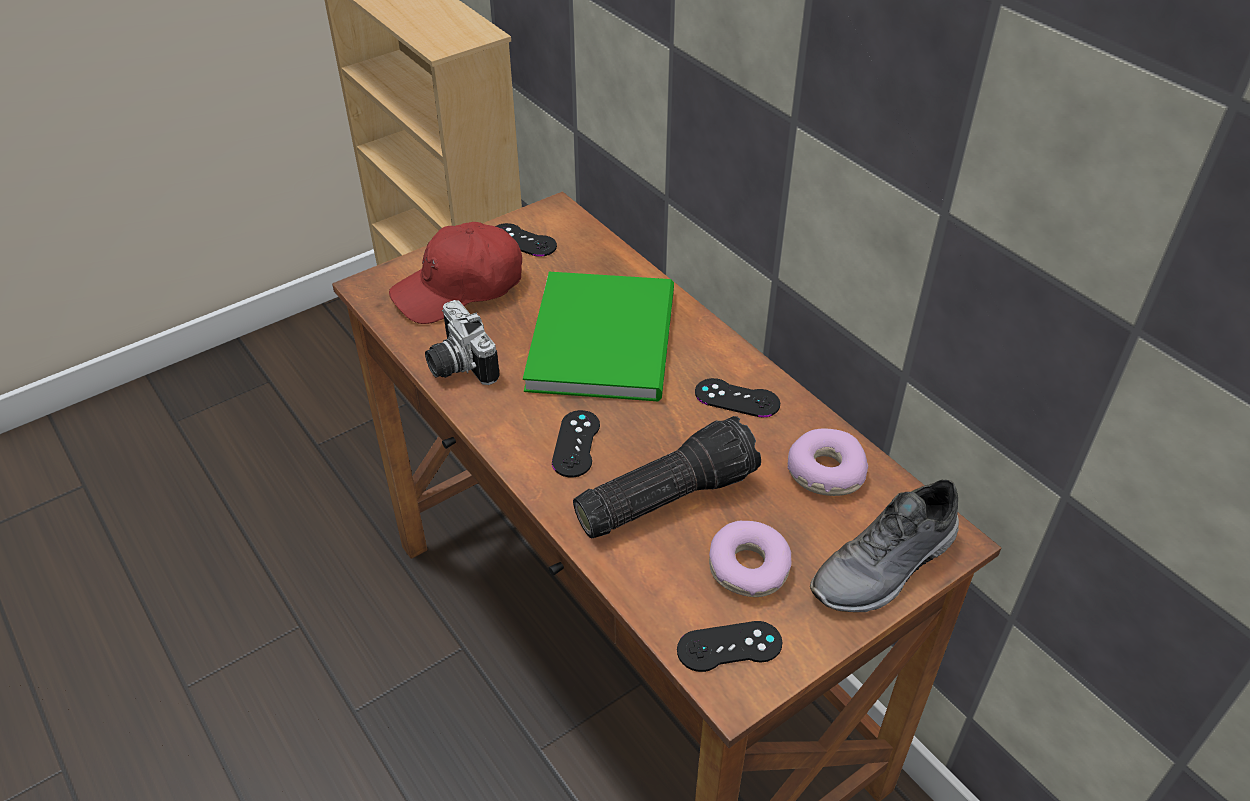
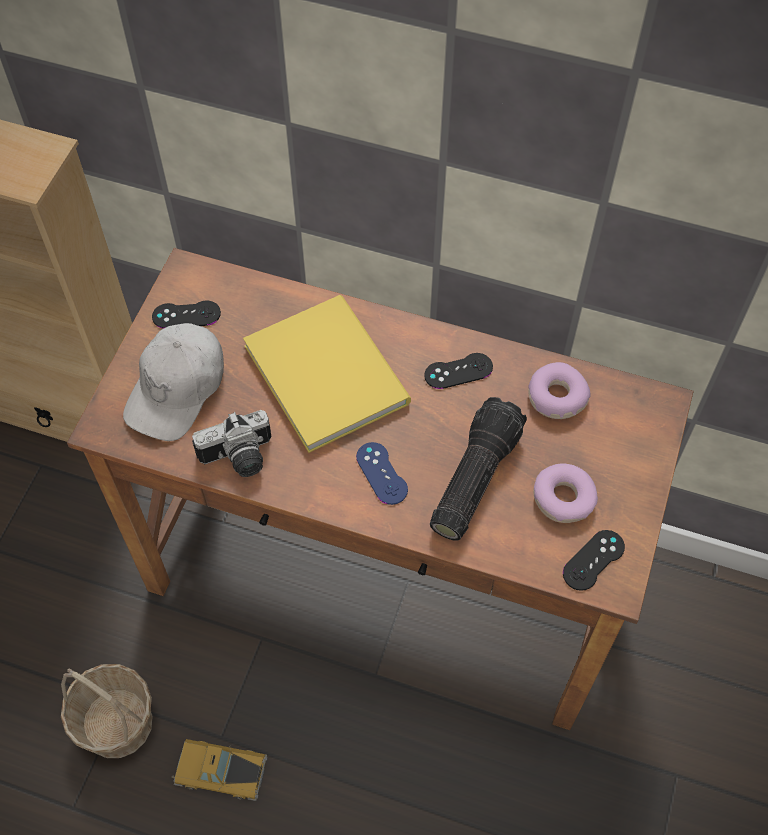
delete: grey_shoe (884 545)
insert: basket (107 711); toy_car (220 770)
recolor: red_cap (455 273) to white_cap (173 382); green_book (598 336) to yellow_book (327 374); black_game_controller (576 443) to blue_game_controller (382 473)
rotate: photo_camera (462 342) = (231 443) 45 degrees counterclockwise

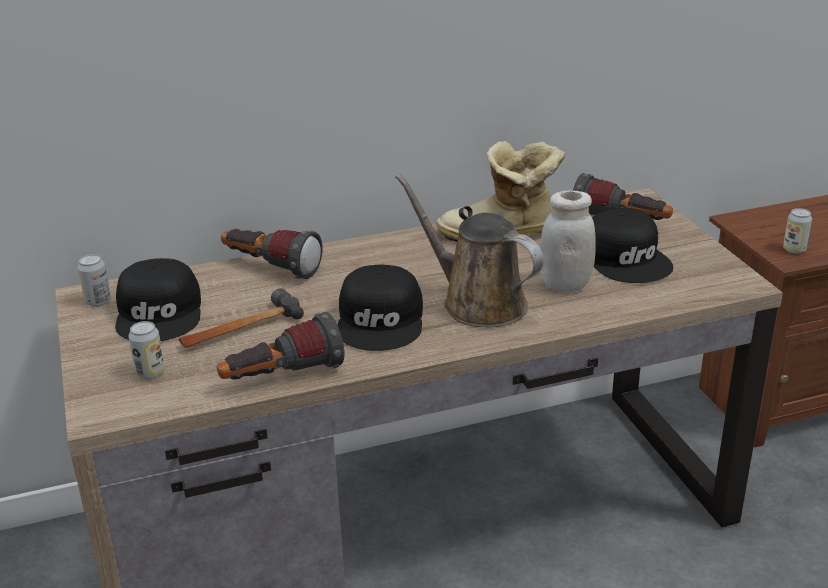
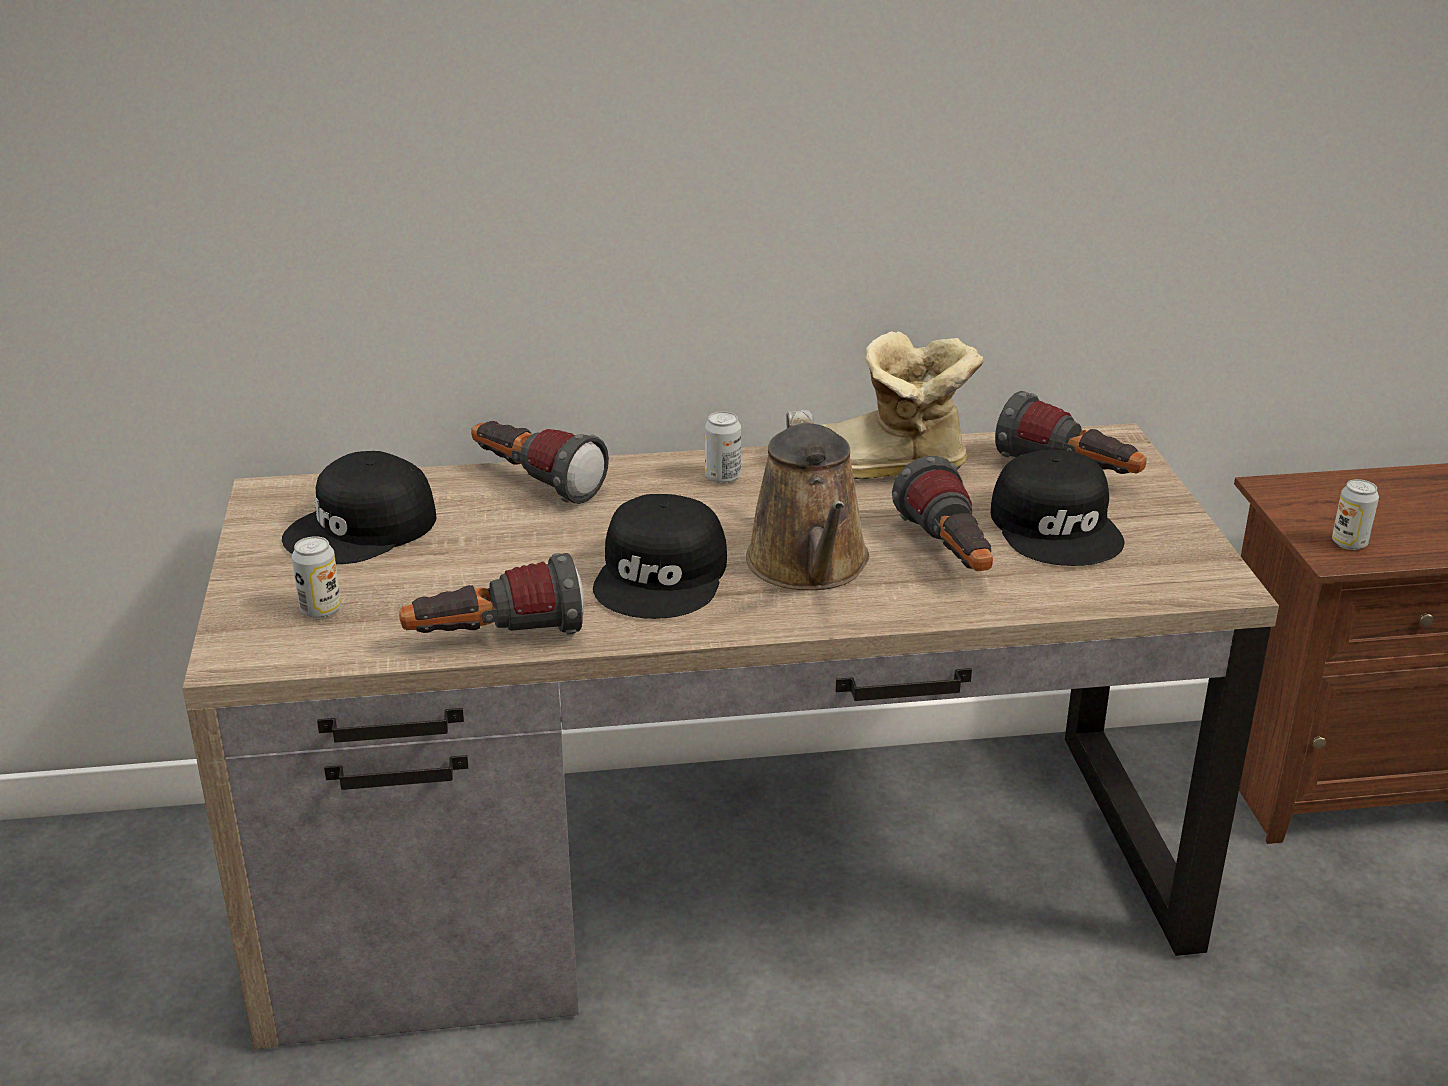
delete: hammer (241 318)
move: can (94 280) to (723 447)
replace: white_jar (568 242) to flashlight (942 513)
rotate: black_cap (158 299) = (359 507) 45 degrees clockwise; brown_watering_can (469 250) = (807 500) 150 degrees counterclockwise

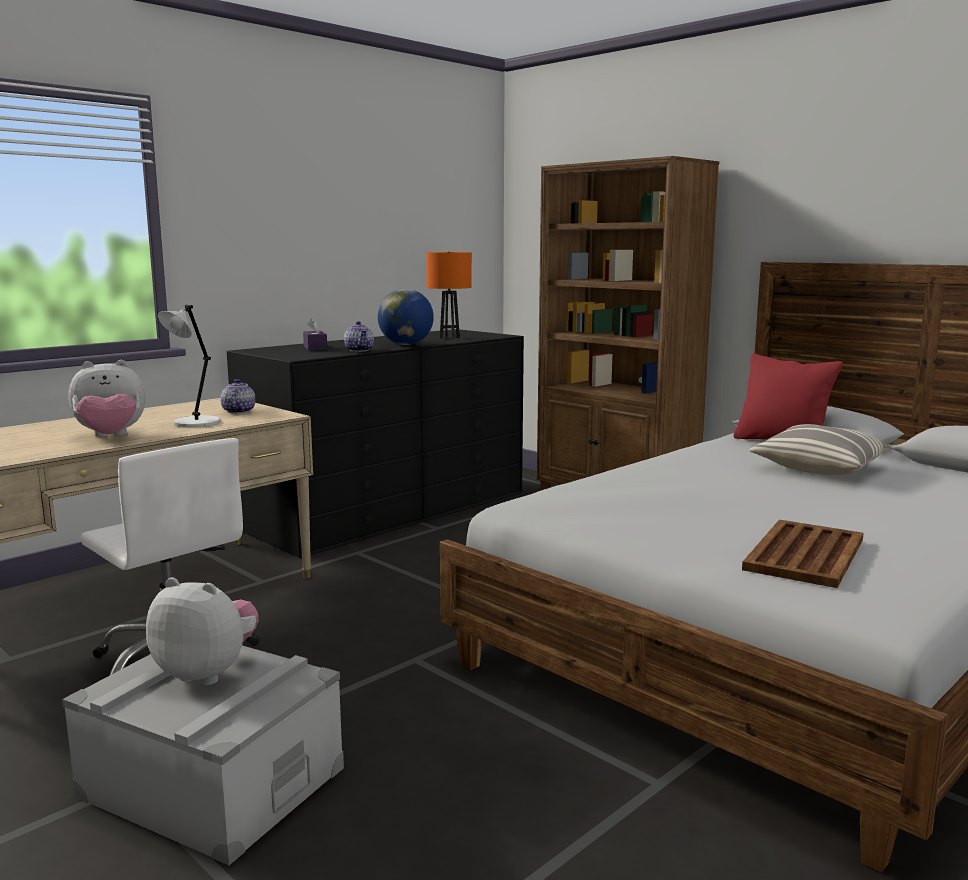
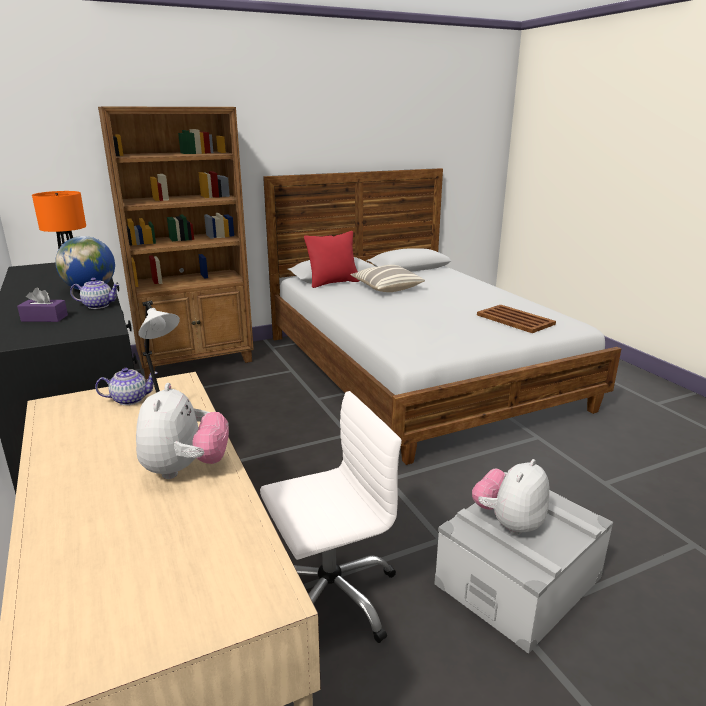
rotate: teapot (237 396) = (126 386) 150 degrees clockwise

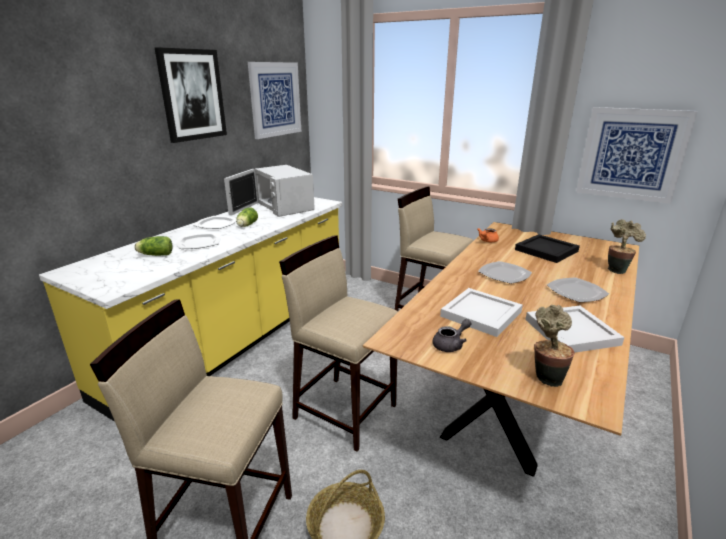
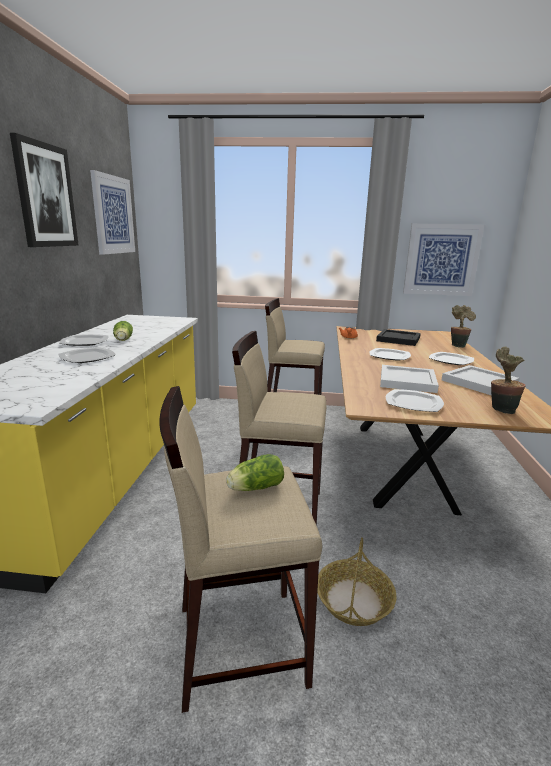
delete: white_microwave (269 191)
move: lettuce (154 246) to (255 472)
replace: grey_teapot (451 335) to plate (415 400)

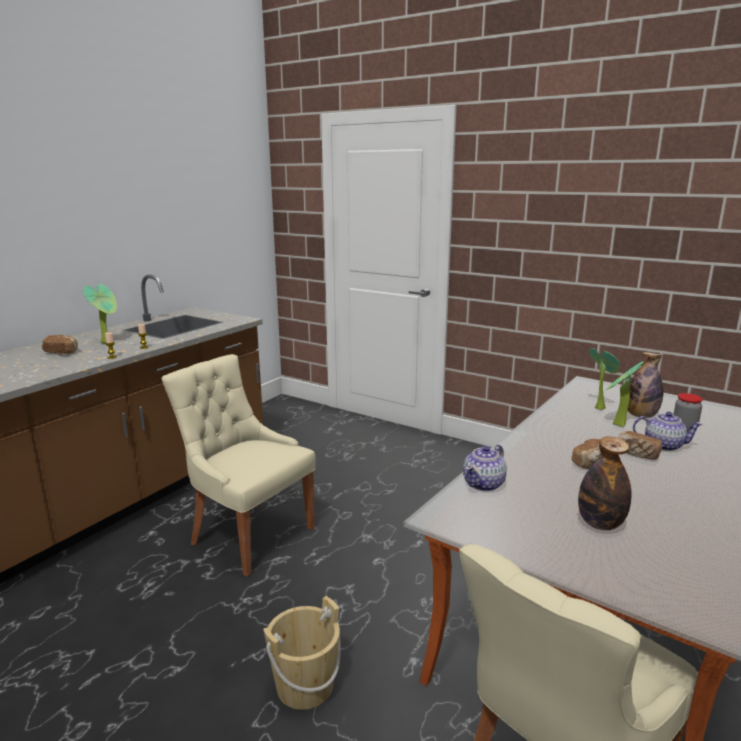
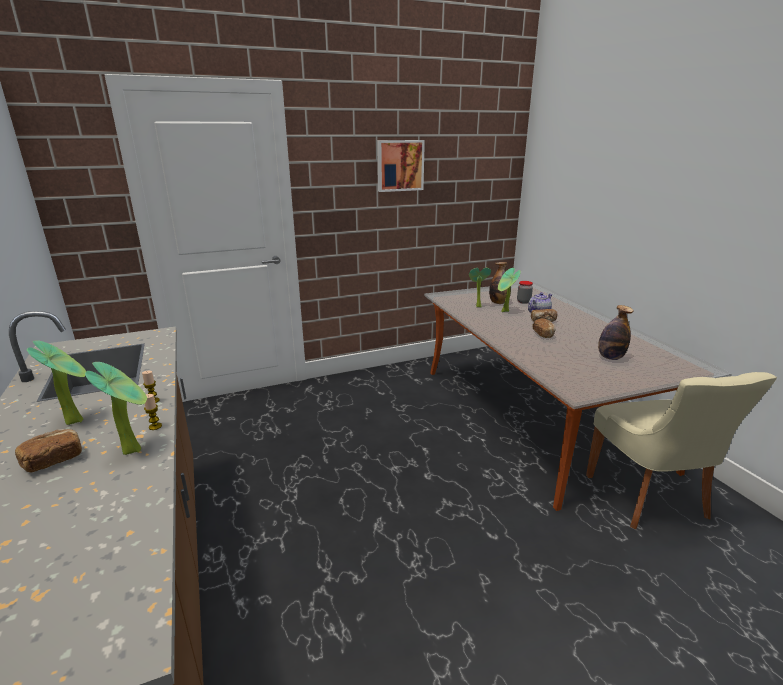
delete: beige_chair (238 465); beige_bucket (302 653); teapot (485 468)
insert: potted_plant (116 408); picture (401 166)

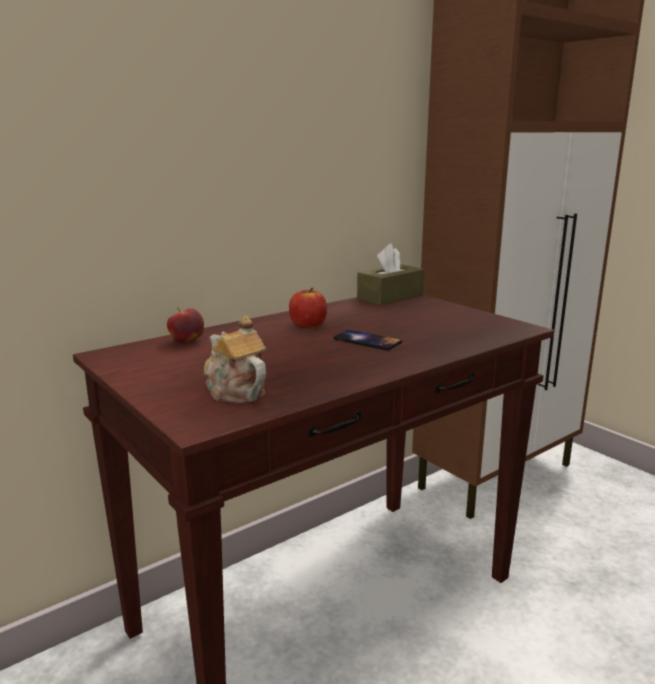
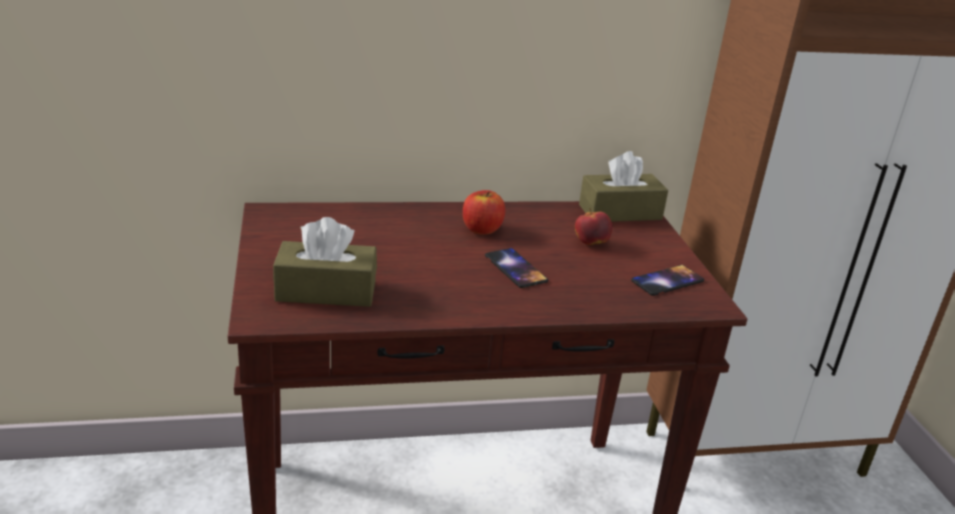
insert: phone (667 280)
move: apple (185 325) to (593 226)
replace: teapot (235 359) to brown_tissue_box (325 262)

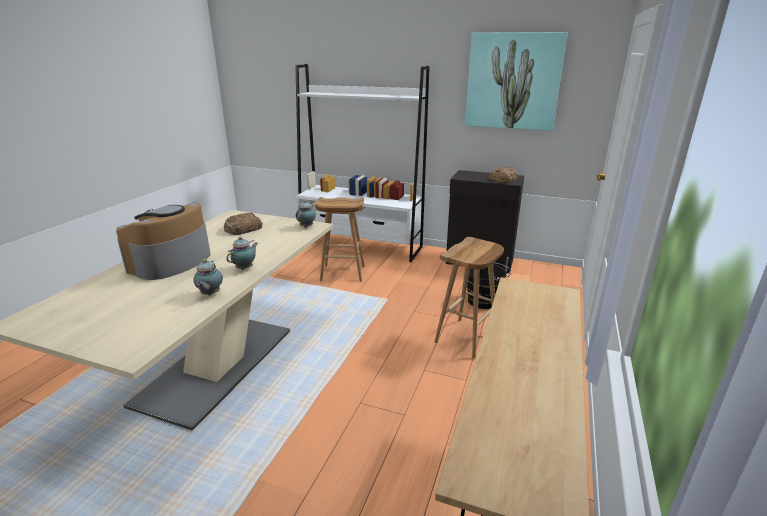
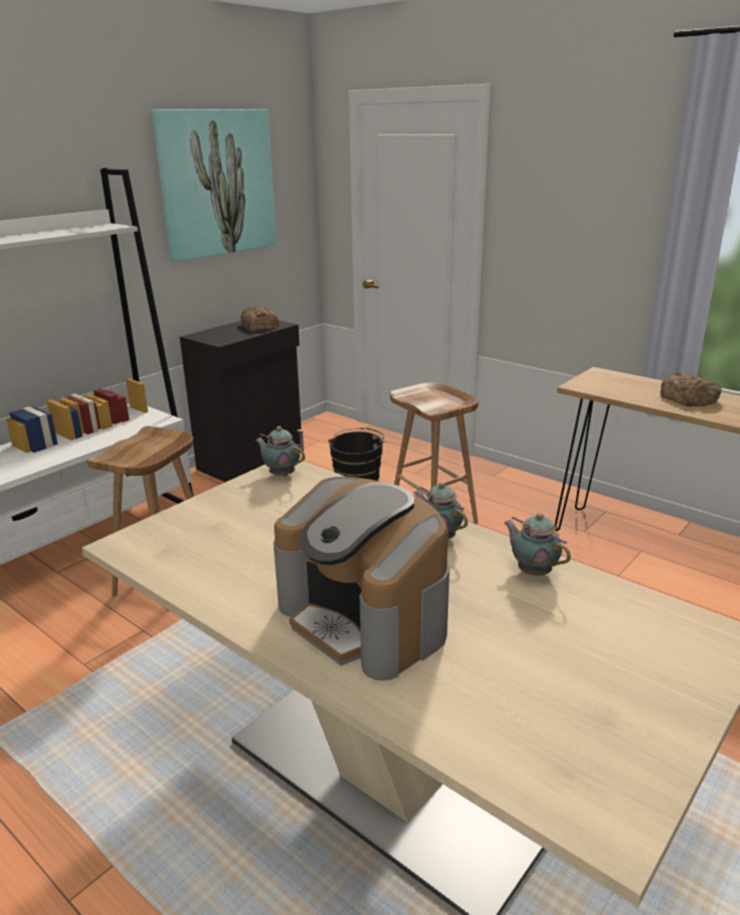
move: bread (243 224) to (691 389)
rotate: teapot (208 277) = (537 544) 150 degrees counterclockwise

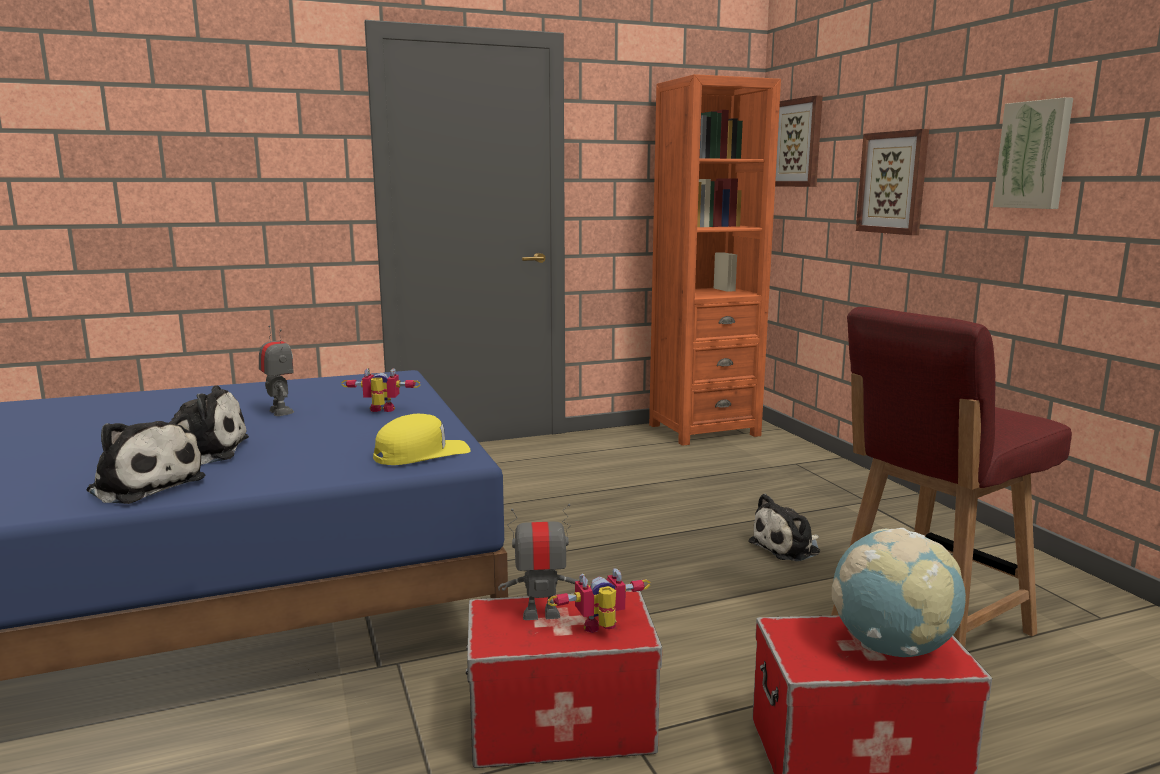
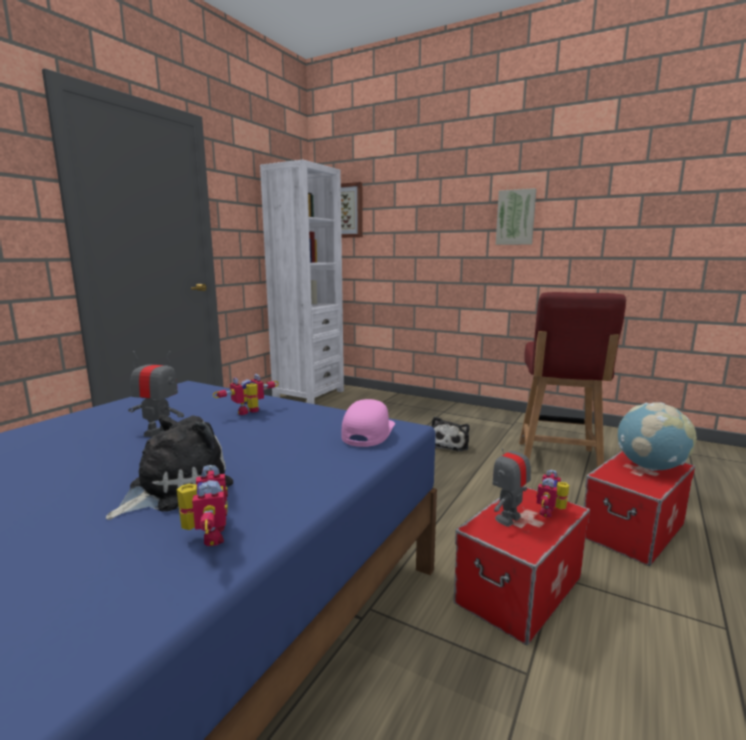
delete: picture (892 182)
replace: plush_toy (146 459) to toy_robot (202 505)
recolor: yellow_cap (422 439) to pink_cap (368 423); orange_bookcase (715 260) to white_bookcase (302 282)

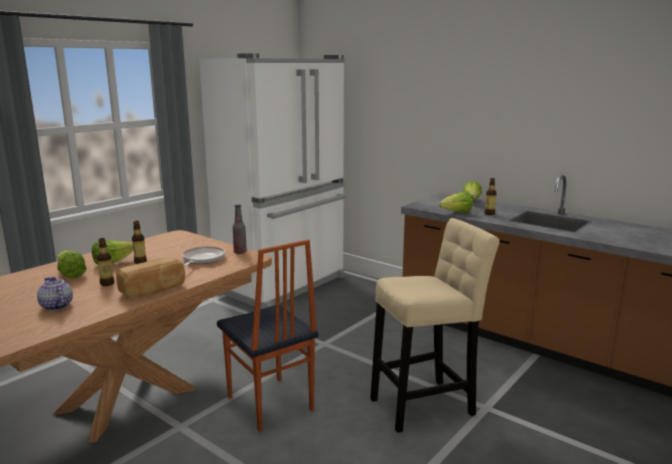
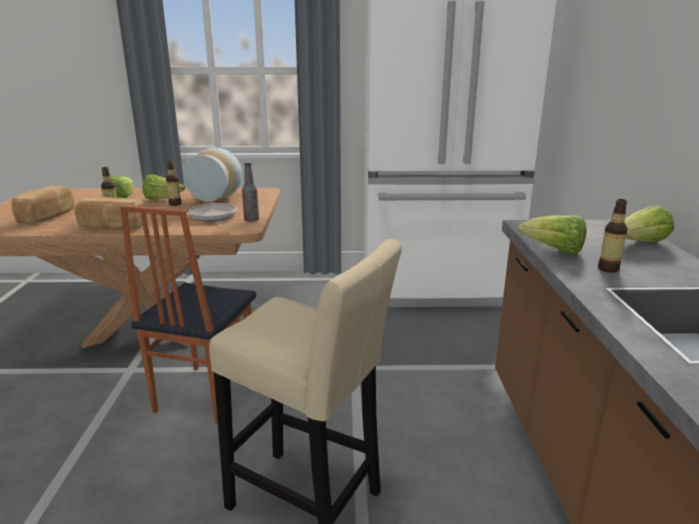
insert: vase (212 174)
replace: teapot (55 294) to bread (43 205)

